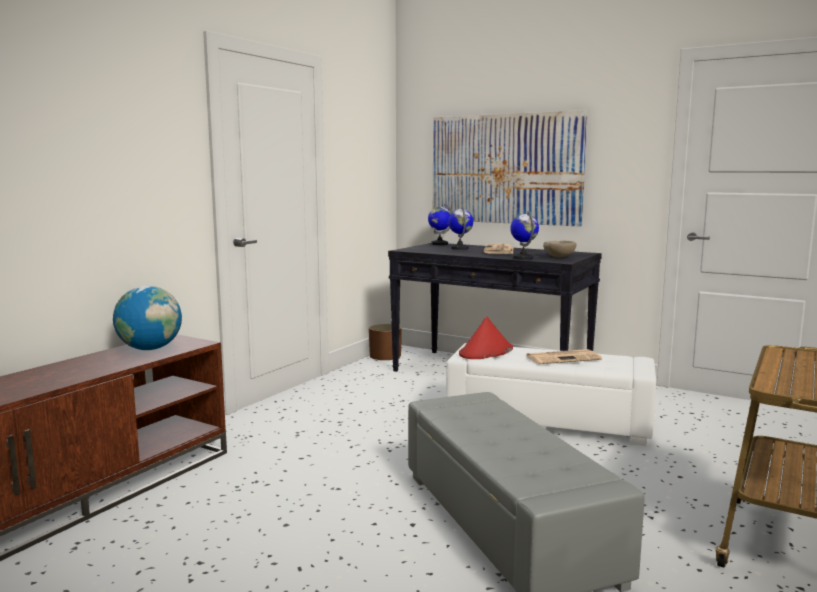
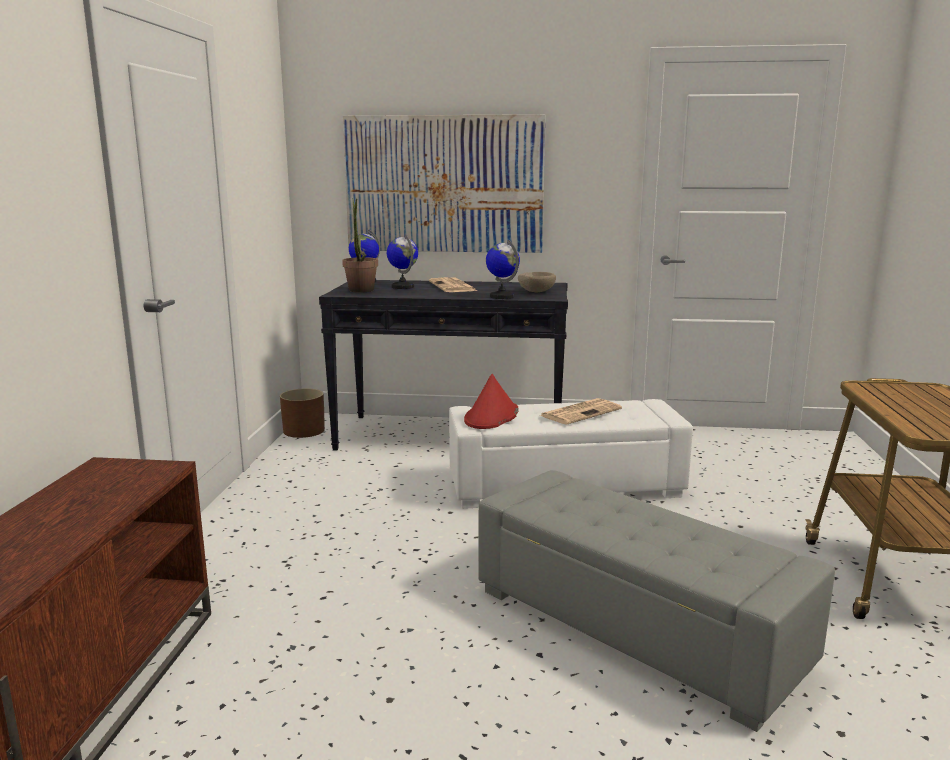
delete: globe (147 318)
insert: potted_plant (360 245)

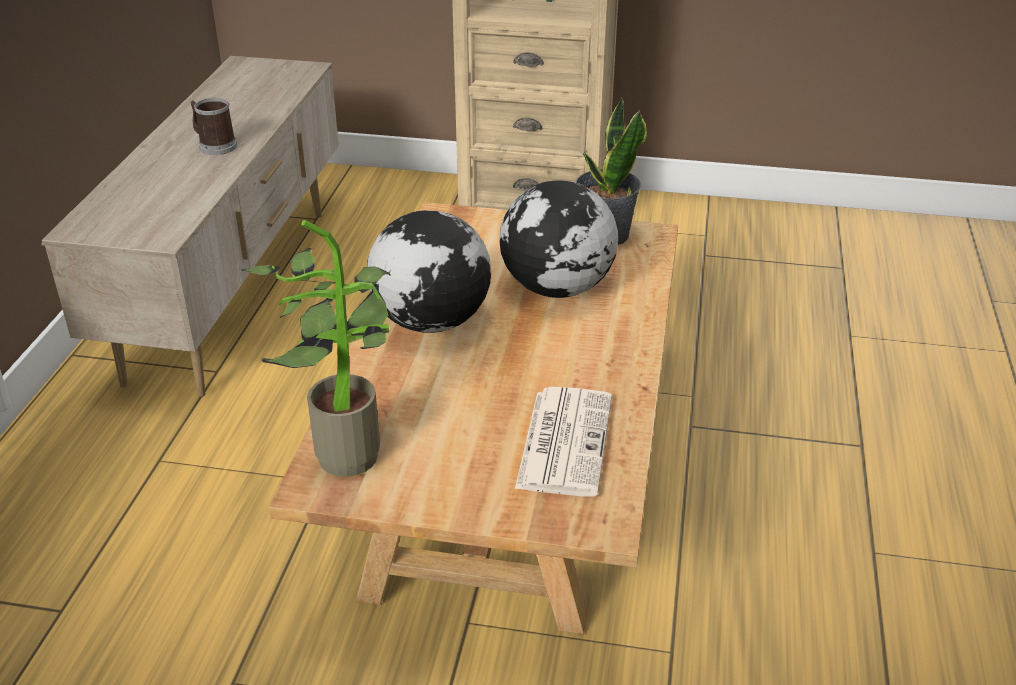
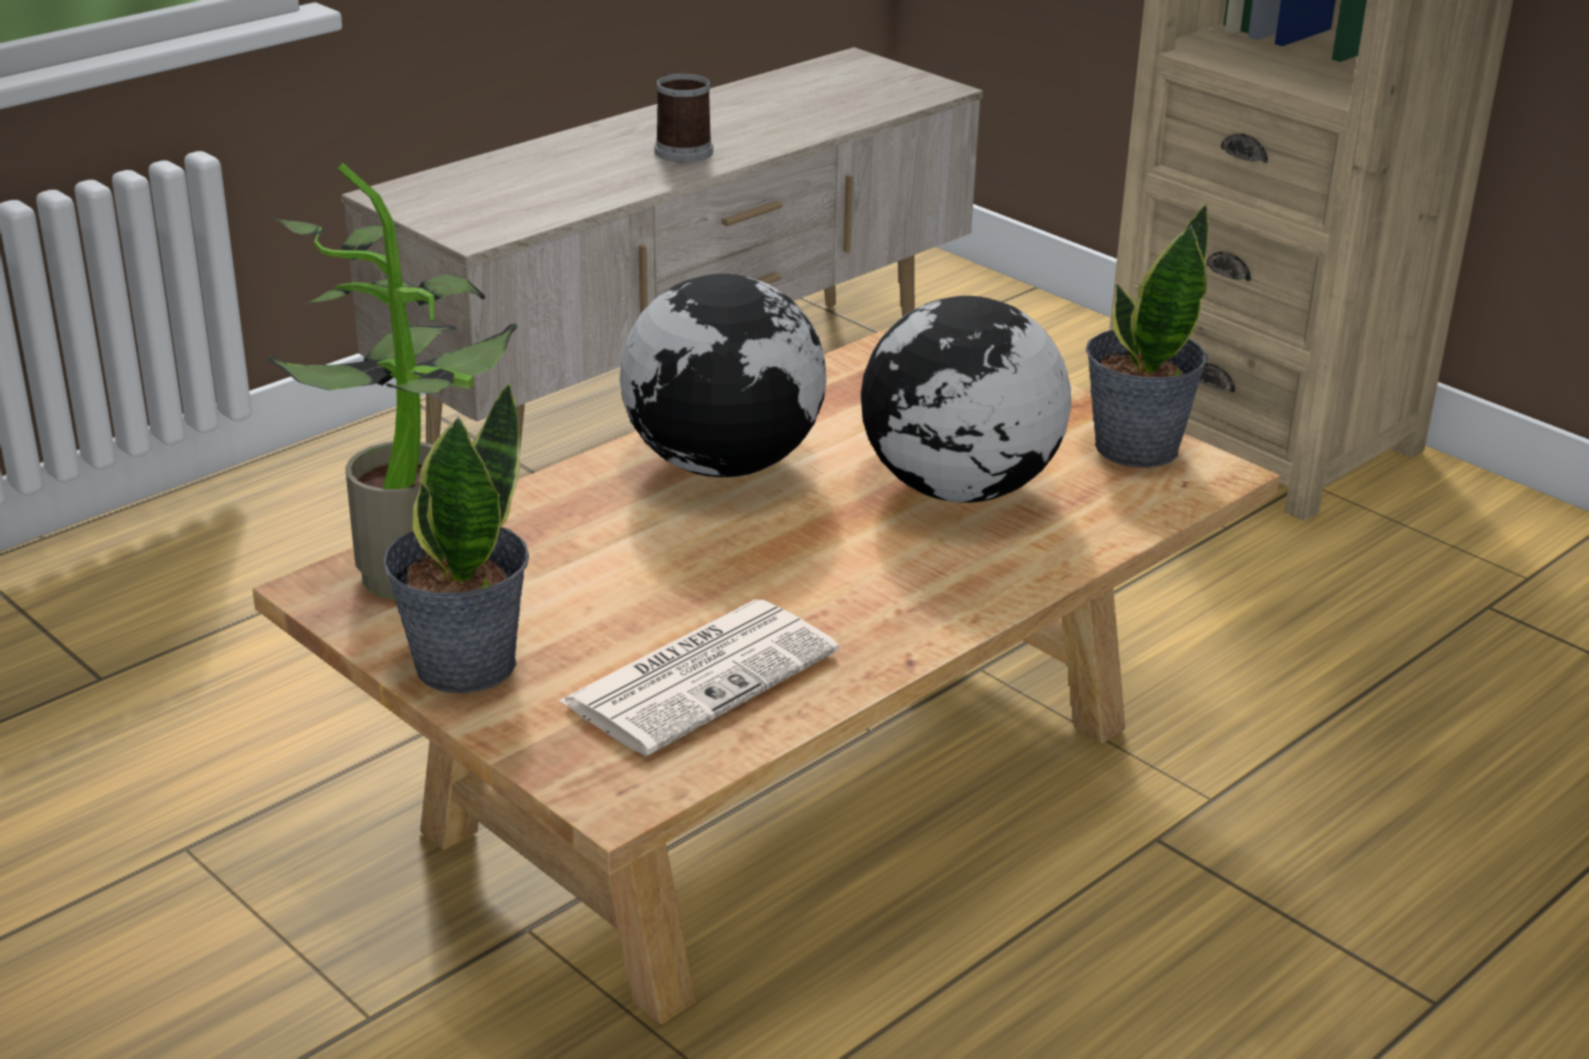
insert: potted_plant (456 537)

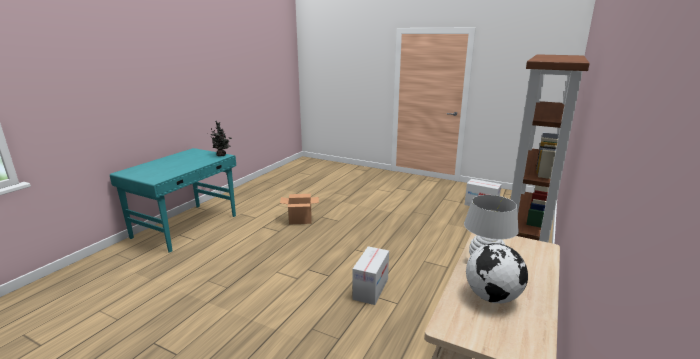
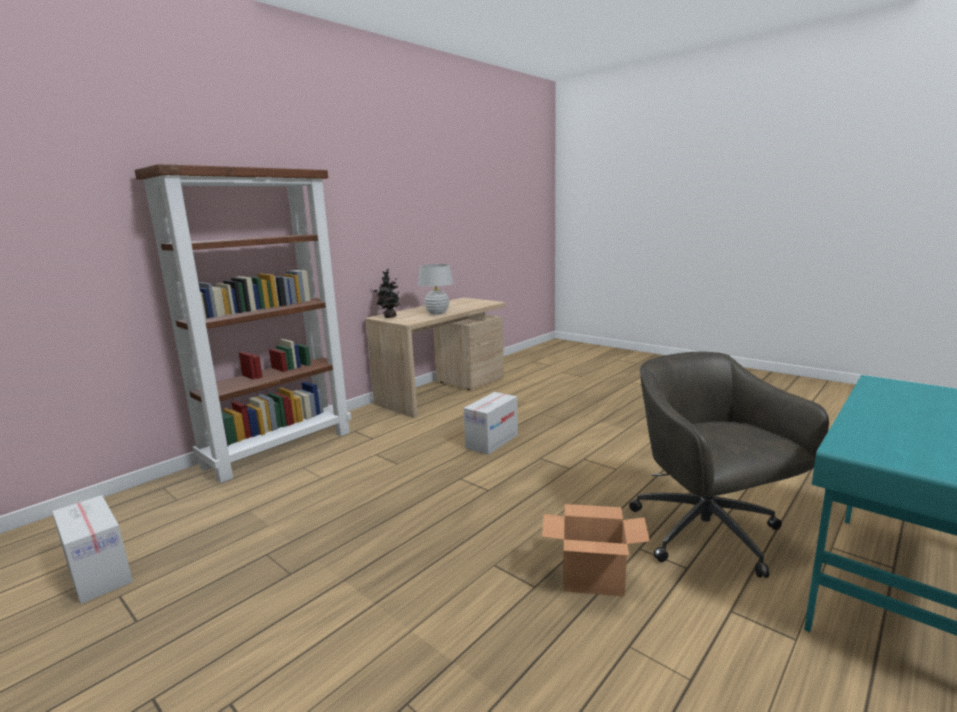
delete: globe (497 273)
insert: grey_office_chair (729 465)
move: potted_plant (221 138) to (387 293)

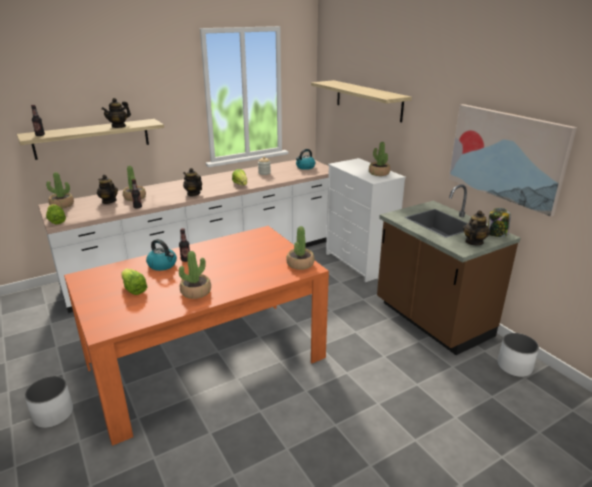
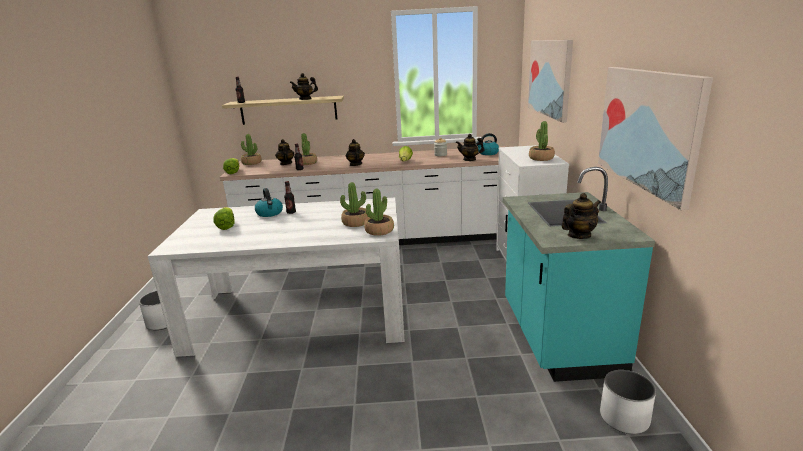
delete: jar (499 222)
insert: teapot (470 147)
move: potted_plant (195 275) to (354 204)
replace: shelf (361 101) to picture (550 81)
recolor: orange_dining_table (196 336) to white_dining_table (276 277); brown_counter (449 269) to turquoise_counter (579 274)

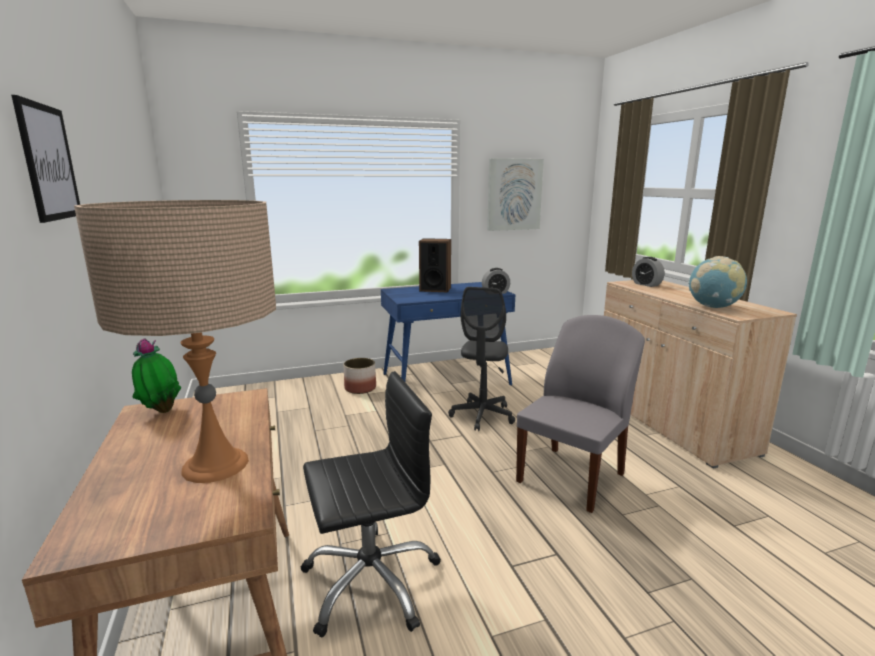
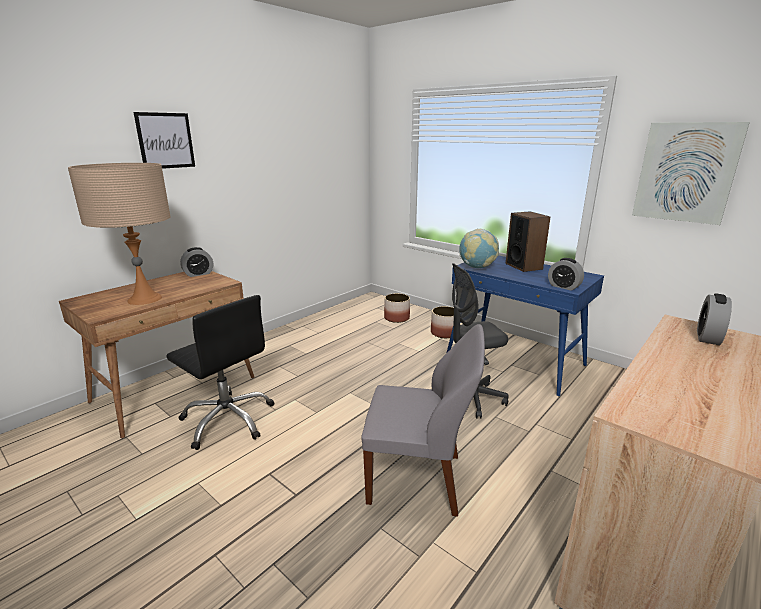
insert: planter (397 308)
move: globe (717 282) to (479 248)
replace: potted_plant (157 375) to alarm_clock (196 262)

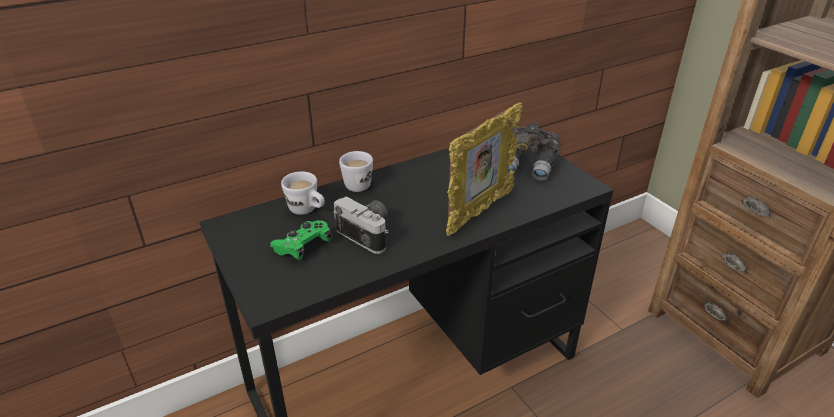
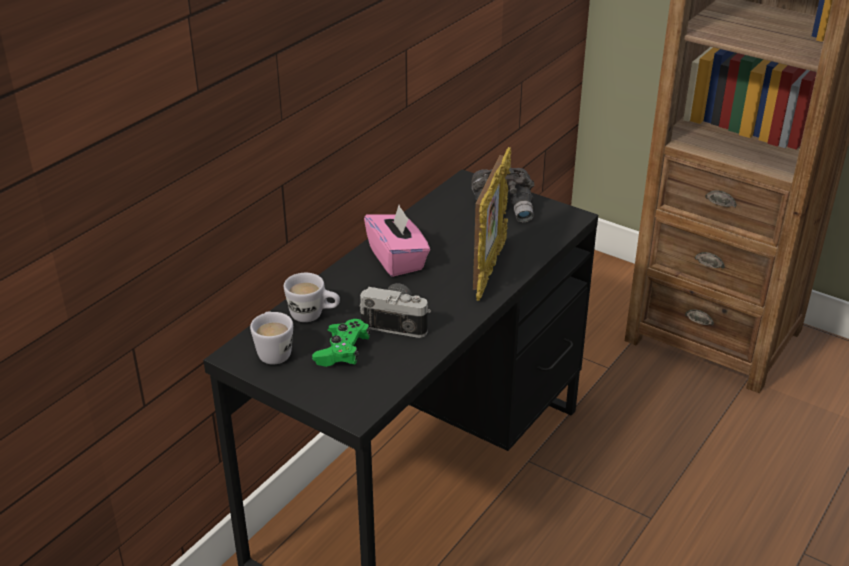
insert: pink_tissue_box (397 241)
move: white_mug (356 171) to (271 338)

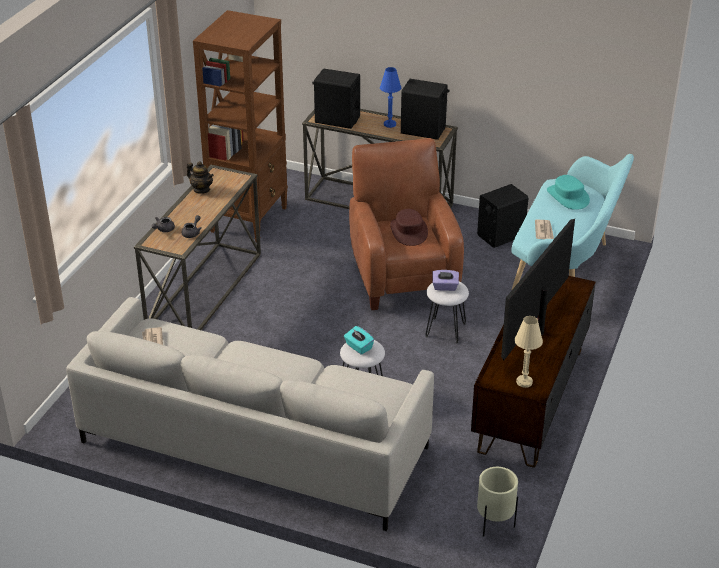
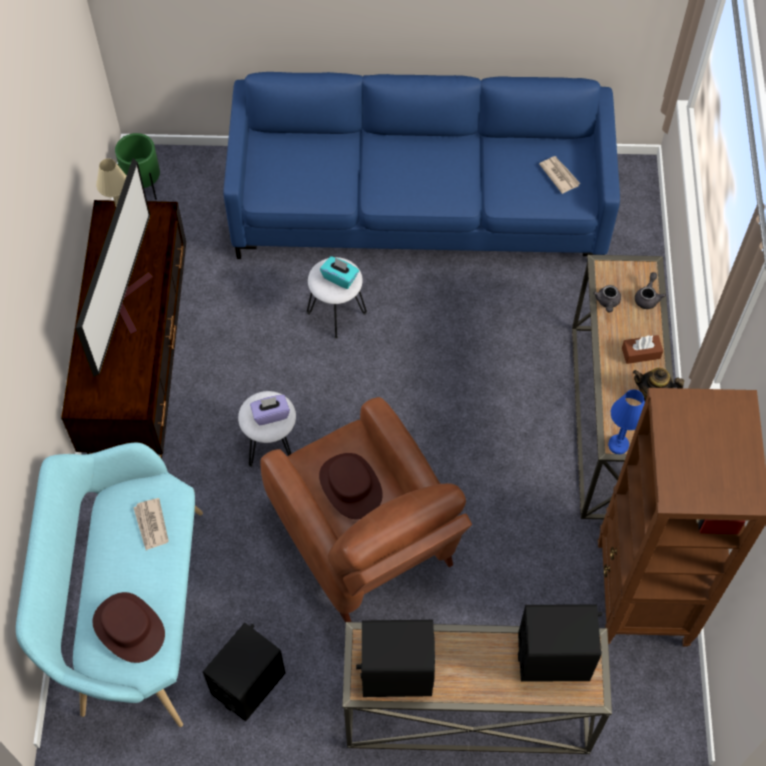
insert: brown_tissue_box (642 349)
move: blue_table_lamp (390 97) to (626 421)
recolor: grey_sofa (250 414) to blue_sofa (422 165); beige_planter (497 502) to green_planter (137 166); turquoise_hat (568 192) to brown_hat (128 627)

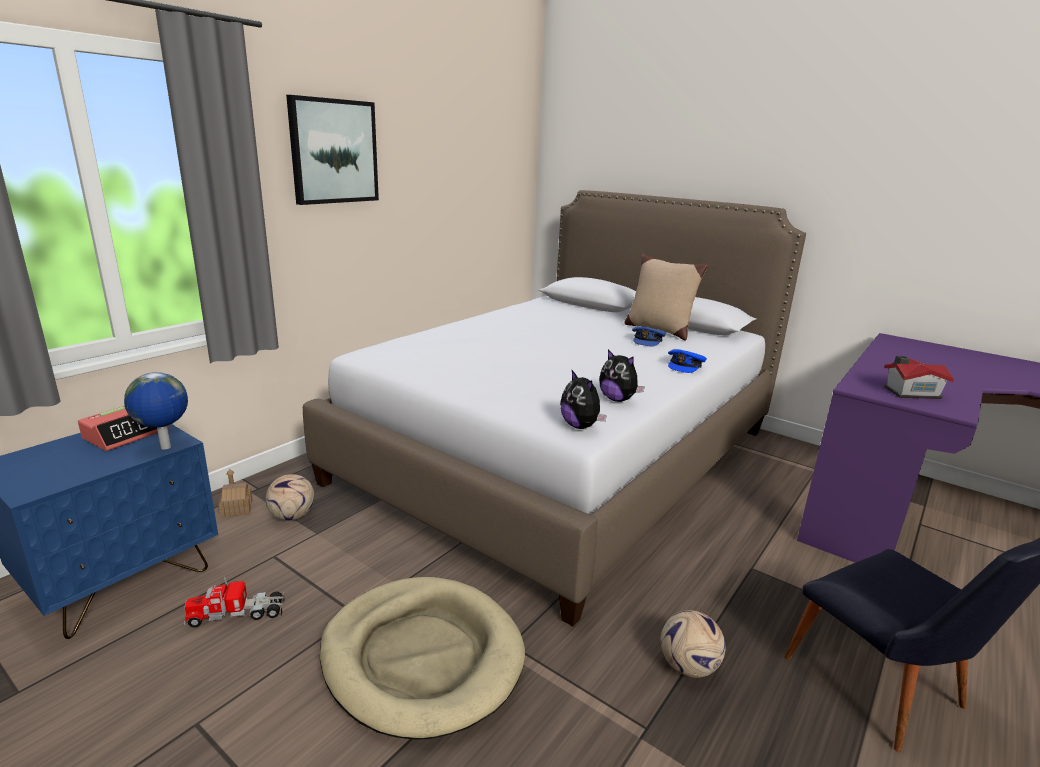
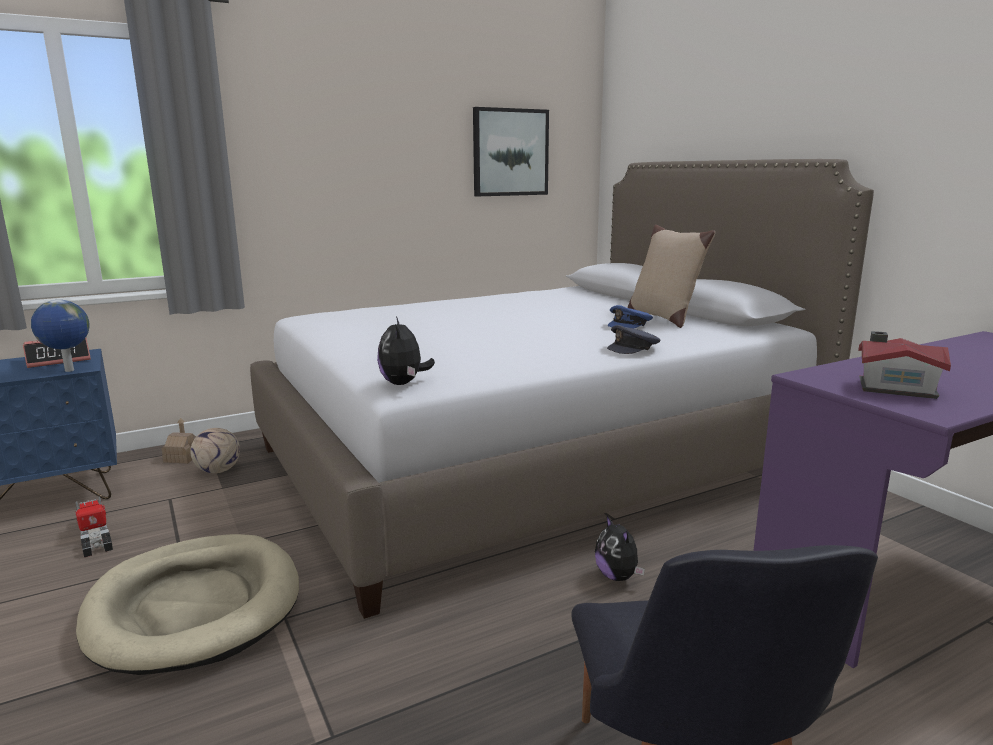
delete: football (693 644)
move: picture (332 150) to (511 151); plush_toy (622 375) to (620 548)
recolor: blue_cap (687 361) to grey_cap (633 339)
rotate: toy_truck (234 602) = (94 526) 45 degrees clockwise

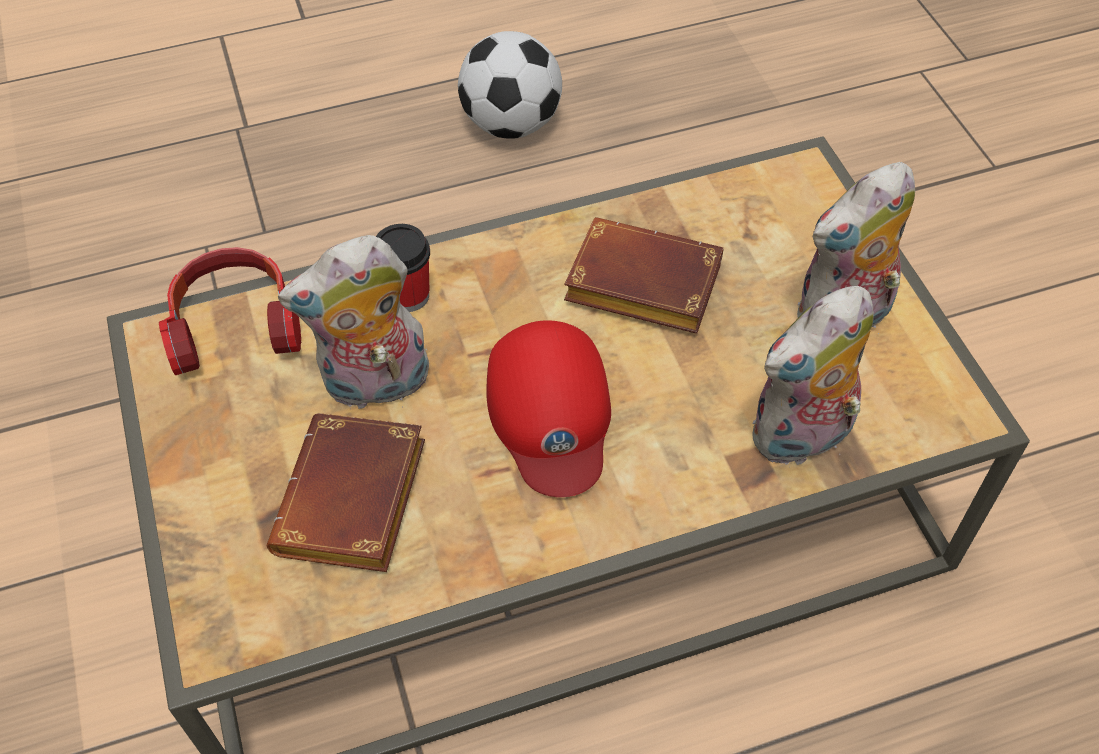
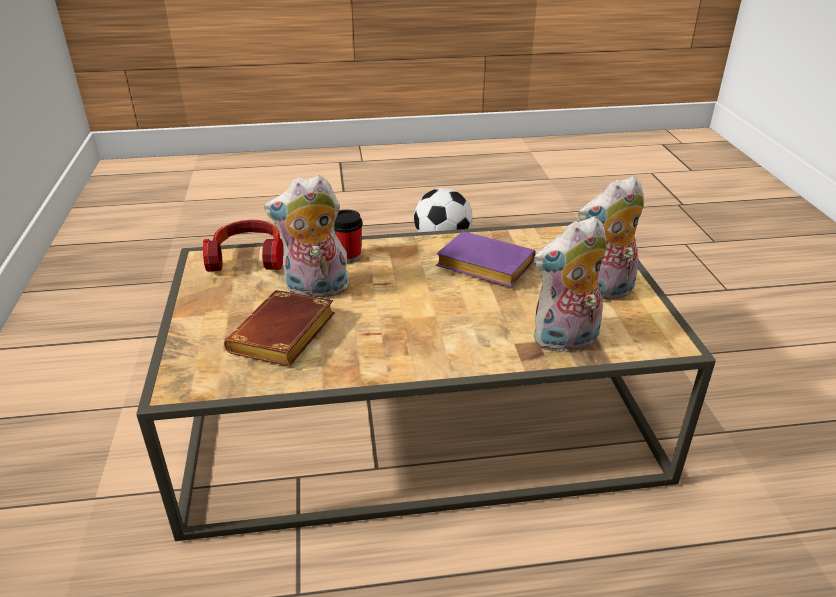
delete: red_cap (548 408)
recolor: brown_book (644 275) to purple_book (485 259)

